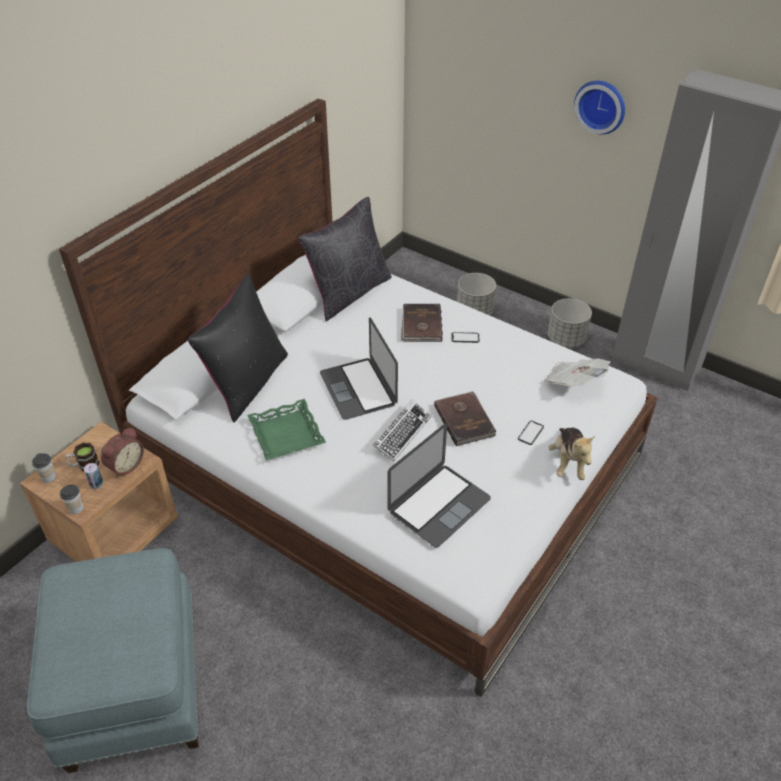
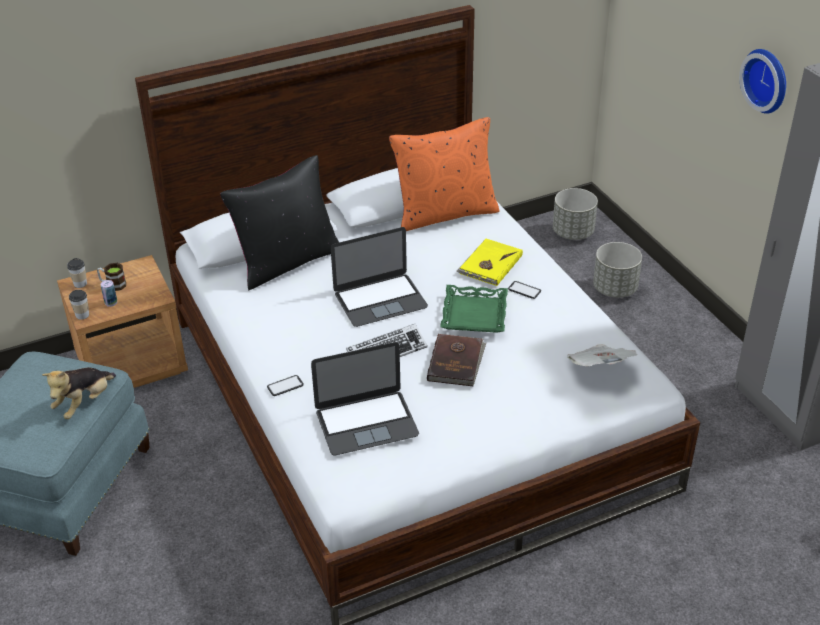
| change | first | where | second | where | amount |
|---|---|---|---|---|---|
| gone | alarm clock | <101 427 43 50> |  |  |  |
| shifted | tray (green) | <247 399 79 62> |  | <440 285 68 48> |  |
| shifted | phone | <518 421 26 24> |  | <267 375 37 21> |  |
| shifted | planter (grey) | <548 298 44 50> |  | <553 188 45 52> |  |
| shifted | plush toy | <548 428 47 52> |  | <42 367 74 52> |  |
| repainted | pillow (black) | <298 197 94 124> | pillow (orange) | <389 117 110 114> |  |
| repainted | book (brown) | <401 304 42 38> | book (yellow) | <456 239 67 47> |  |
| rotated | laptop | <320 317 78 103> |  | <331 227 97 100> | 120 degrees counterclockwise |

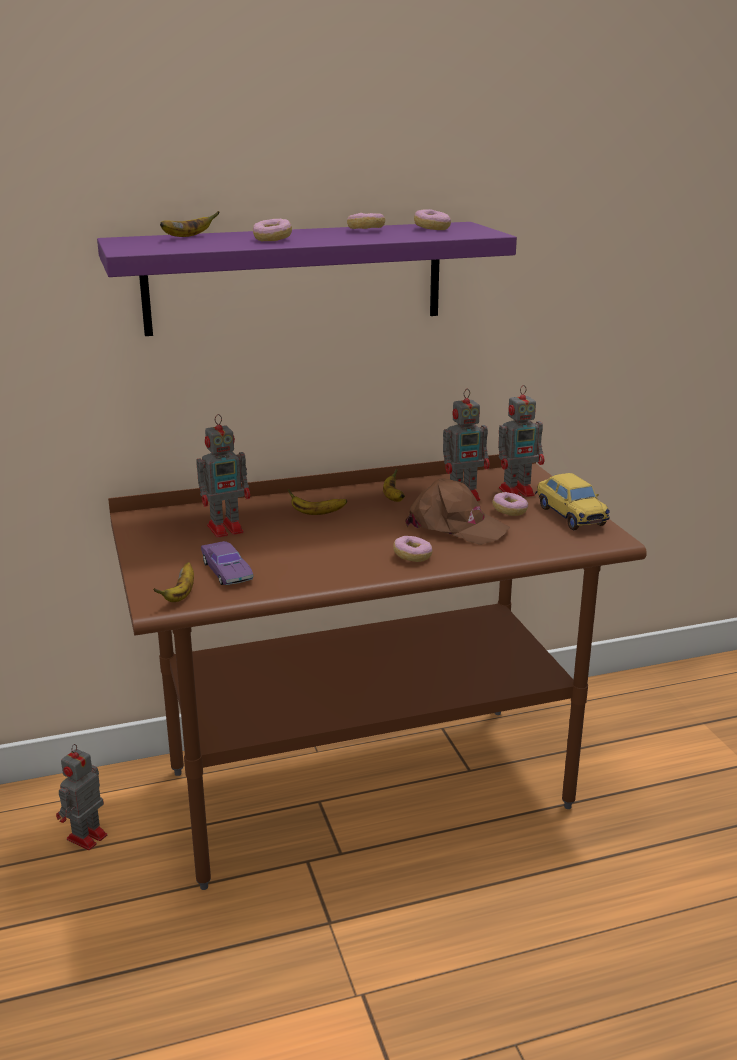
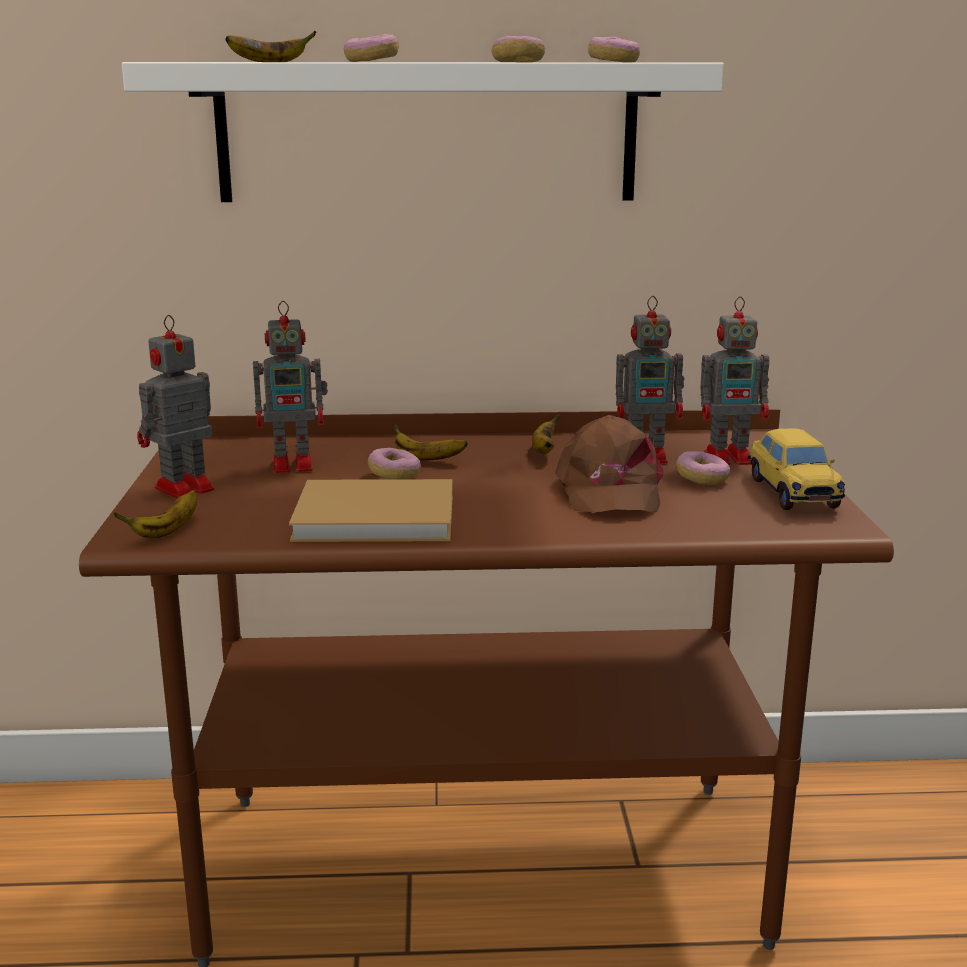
| change | first | where | second | where | amount |
|---|---|---|---|---|---|
| gone | toy car (purple) | <201 541 52 44> |  |  |  |
| new |  |  | book (beige) | <289 479 164 63> |  |
| shifted | toy robot | <56 744 51 106> |  | <137 315 77 184> |  |
| shifted | donut | <393 536 39 26> |  | <368 448 53 31> |  |
| repainted | shelf (purple) | <97 222 420 114> | shelf (white) | <122 62 602 140> |  |
| rotated | cap (brown) | <405 478 105 67> |  | <555 415 108 98> | 45 degrees clockwise |

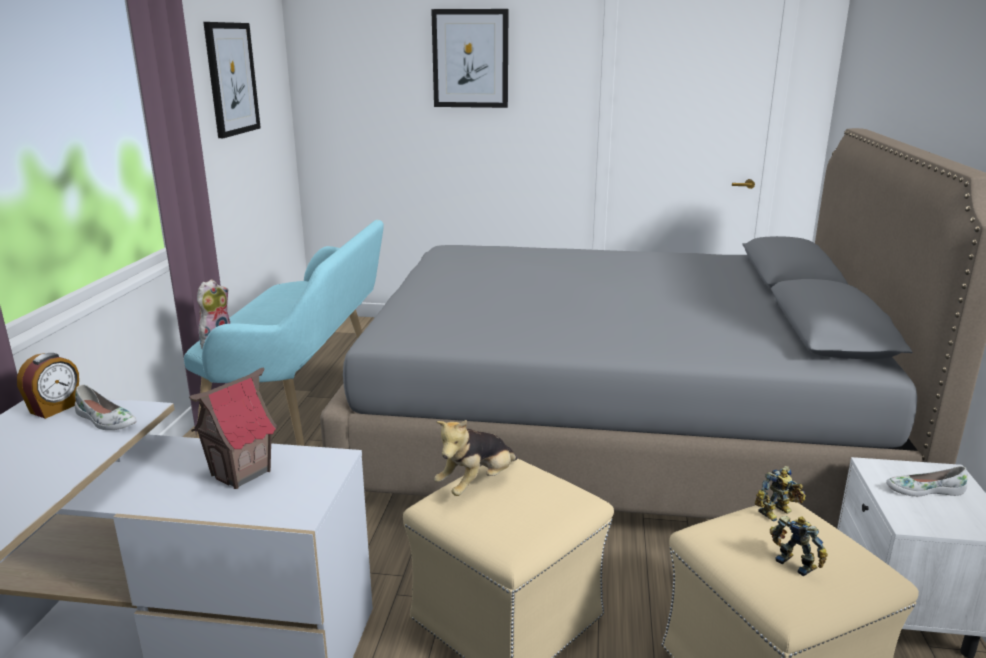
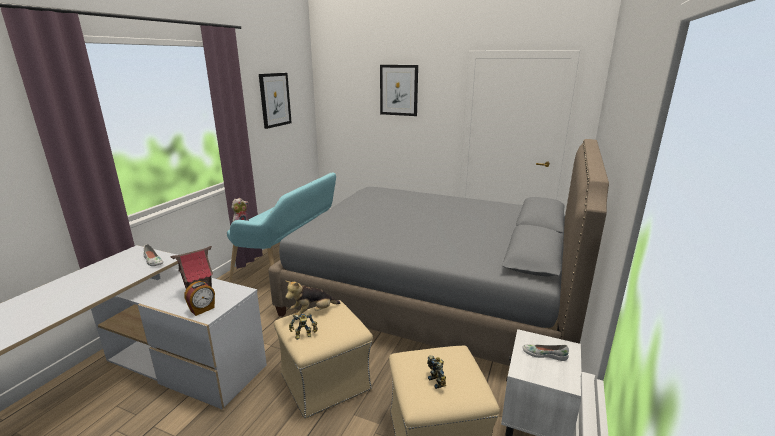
| change | first | where | second | where | amount |
|---|---|---|---|---|---|
| shifted | alarm clock | <17 353 62 66> |  | <184 281 31 35> |  |
| shifted | toy robot | <755 466 51 56> |  | <289 313 29 27> |  |

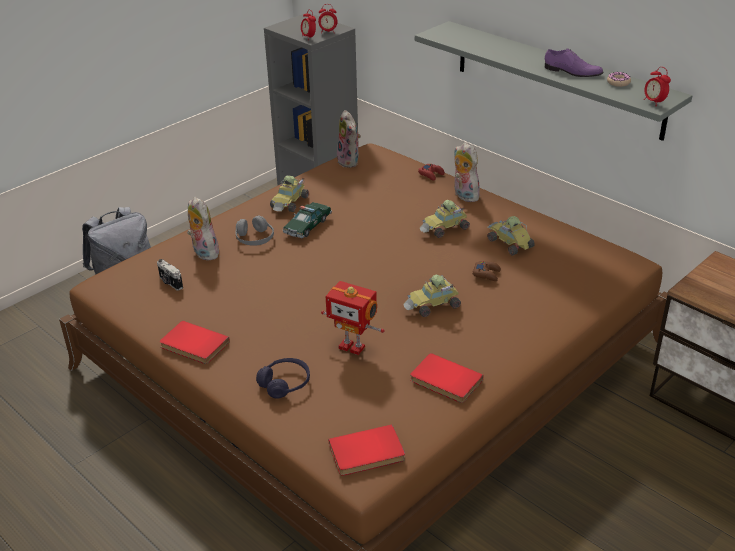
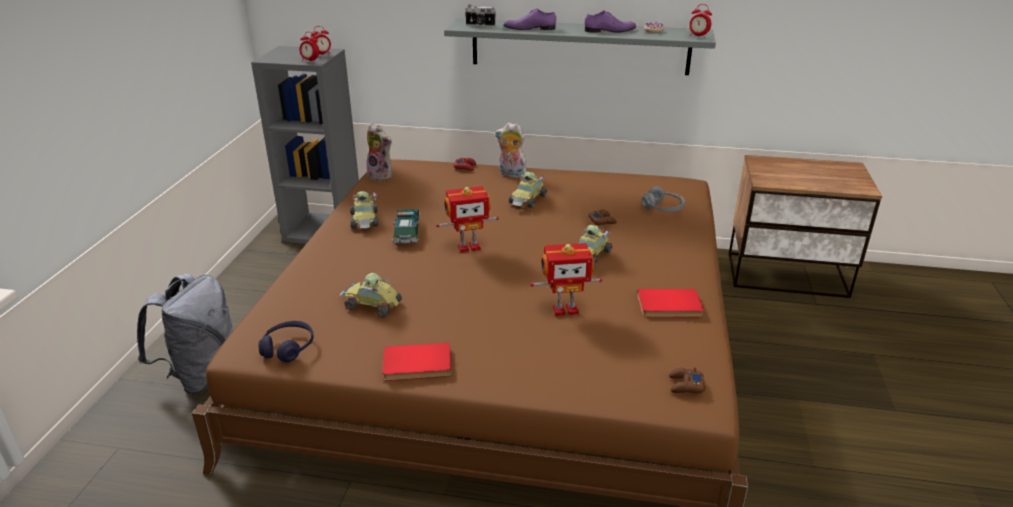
| change | first | where | second | where | amount |
|---|---|---|---|---|---|
| gone | plush toy | <187 197 32 64> |  |  |  |
| new |  |  | toy robot | <436 186 63 66> |  |
| new |  |  | shoe (purple) | <503 8 53 22> |  |
| shifted | photo camera | <157 259 26 32> |  | <465 5 31 22> |  |
| shifted | headphones (grey) | <235 215 39 31> |  | <641 187 44 25> |  |
| shifted | headphones (purple) | <256 358 54 41> |  | <259 321 55 42> |  |
| shifted | toy car | <487 216 48 40> |  | <340 273 62 45> |  |
| swapped | book (red) | <329 424 76 52> | game controller (brown) | <669 367 37 26> |  |

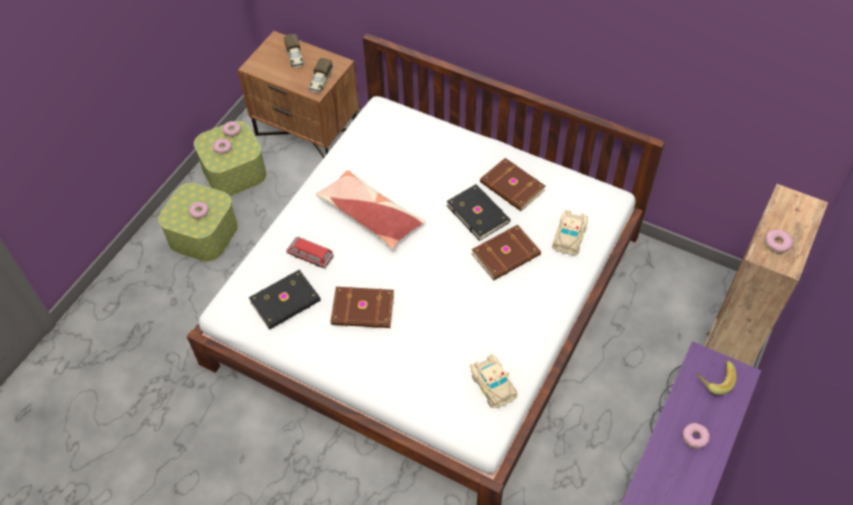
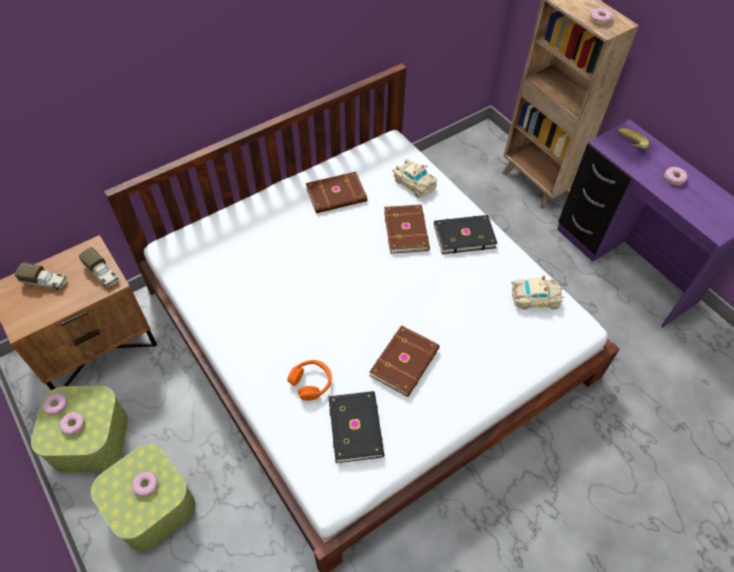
| change | first | where | second | where | amount |
|---|---|---|---|---|---|
| gone | pillow | <316 170 110 79> |  |  |  |
| shifted | book (black) | <446 184 64 57> |  | <434 215 64 39> |  |
| swapped | toy car | <286 236 48 33> | headphones (orange) | <287 360 45 41> |  |

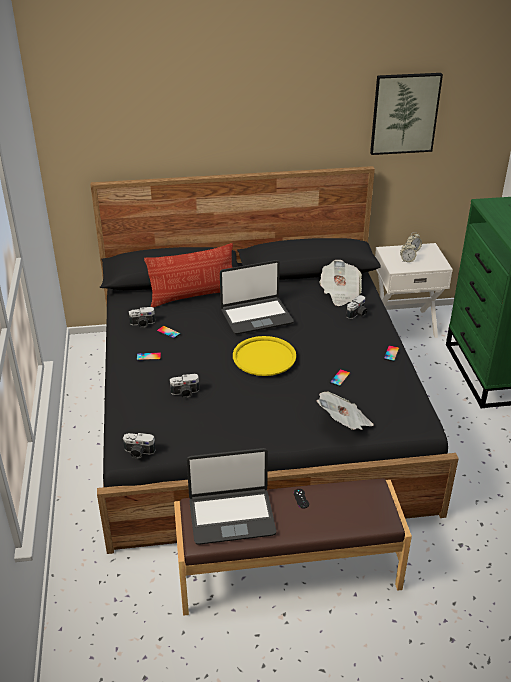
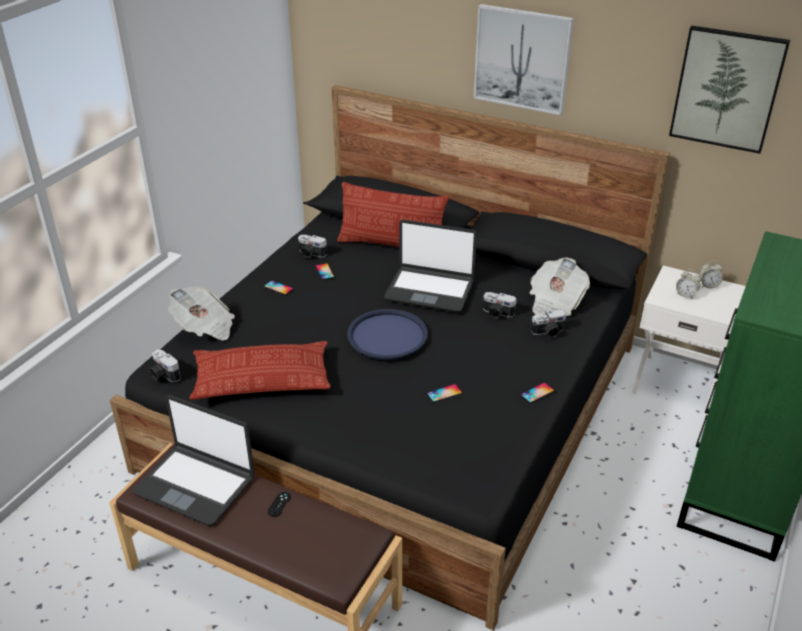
| change | first | where | second | where | amount |
|---|---|---|---|---|---|
| new |  |  | pillow | <189 341 141 59> |  |
| new |  |  | picture | <474 4 100 111> |  |
| shifted | photo camera | <170 374 29 24> |  | <483 292 34 27> |  |
| shifted | newspaper | <317 391 57 39> |  | <168 286 67 54> |  |
| repainted | tray (yellow) | <233 336 63 40> | tray (blue) | <347 309 81 50> |  |

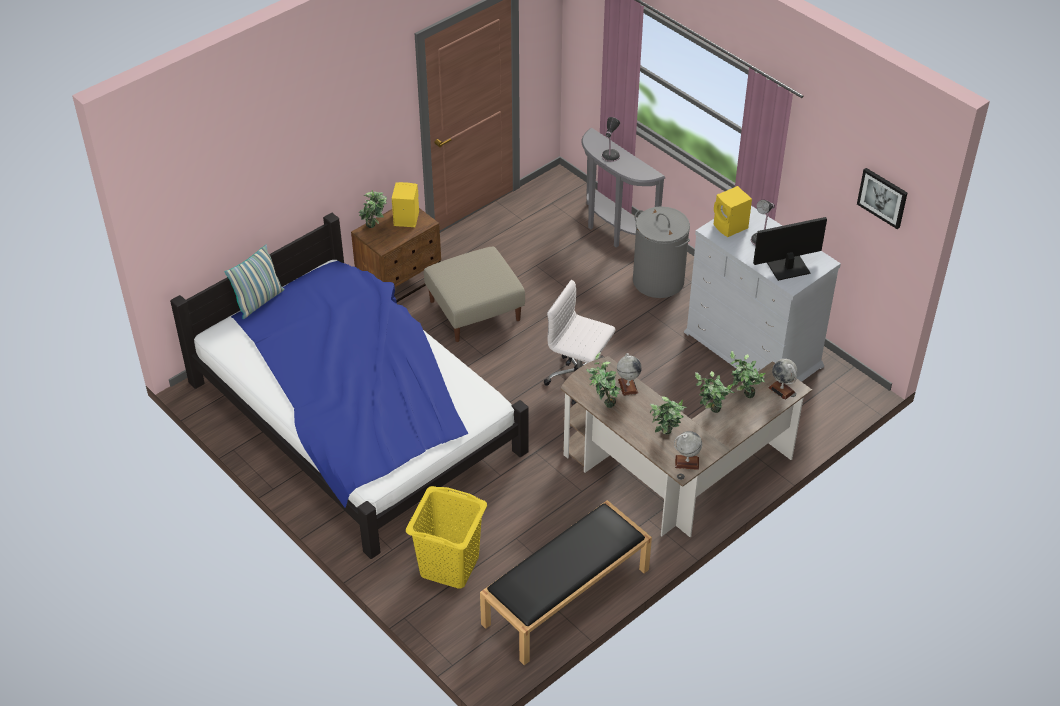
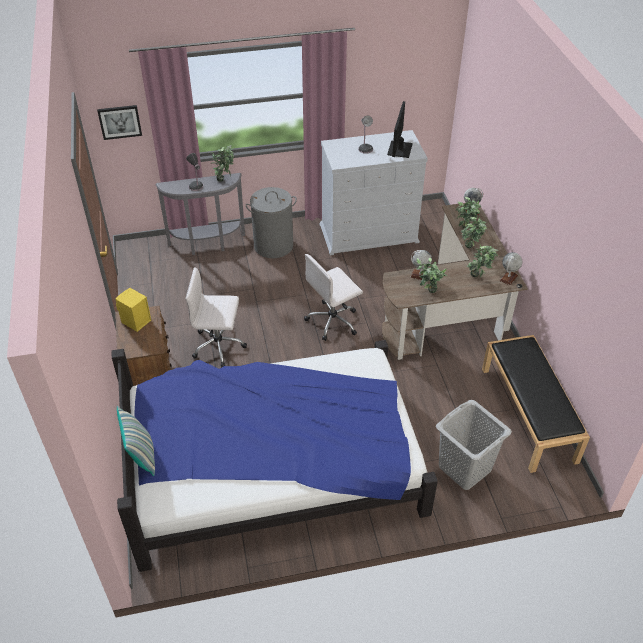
| change | first | where | second | where | amount |
|---|---|---|---|---|---|
| gone | speaker (yellow) | <714 186 38 51> |  |  |  |
| shifted | potted plant | <359 190 28 38> |  | <212 145 23 37> |  |
| shifted | picture | <857 168 50 61> |  | <97 105 45 35> |  |
| swapped | ottoman (beige) | <424 246 101 96> | office chair (white) | <186 267 61 101> |  |
| repainted | laundry basket (yellow) | <406 486 81 103> | laundry basket (grey) | <436 400 76 90> |  |

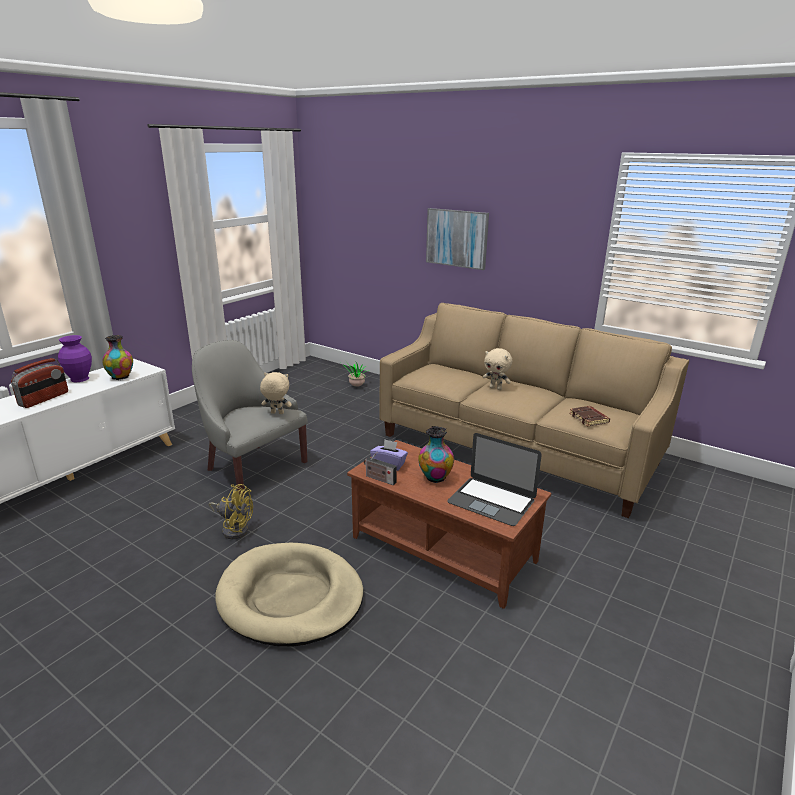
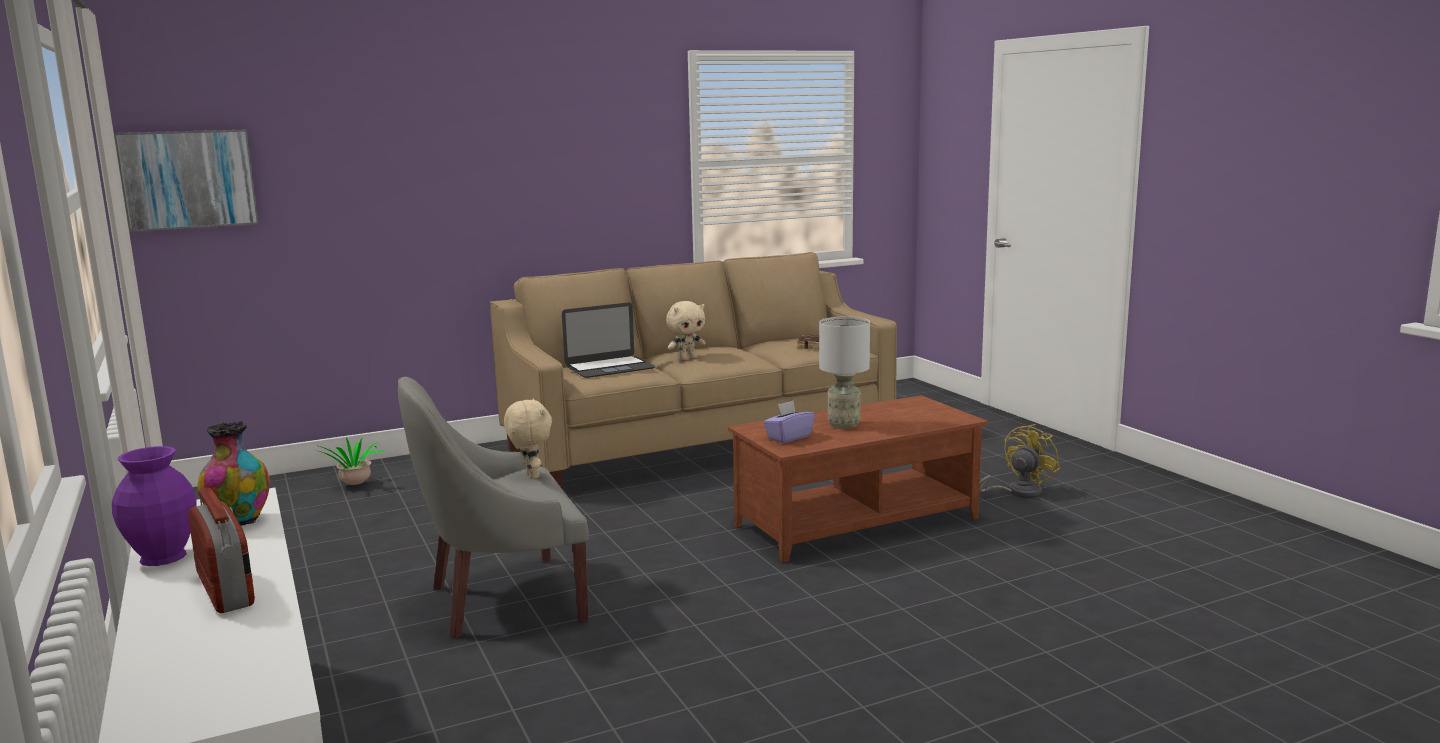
| change | first | where | second | where | amount |
|---|---|---|---|---|---|
| gone | dog bed (beige) | <215 543 148 103> |  |  |  |
| gone | radio | <364 452 33 33> |  |  |  |
| shifted | fan (yellow) | <209 484 44 55> |  | <980 424 80 74> |  |
| shifted | picture | <426 208 63 62> |  | <114 130 145 102> |  |
| shifted | laptop | <447 433 95 93> |  | <562 302 94 76> |  |
| swapped | vase | <418 426 36 57> | table lamp (grey) | <819 317 51 112> |  |
| rotated | plush toy (beige) | <260 372 32 42> |  | <504 399 48 80> | 120 degrees clockwise |

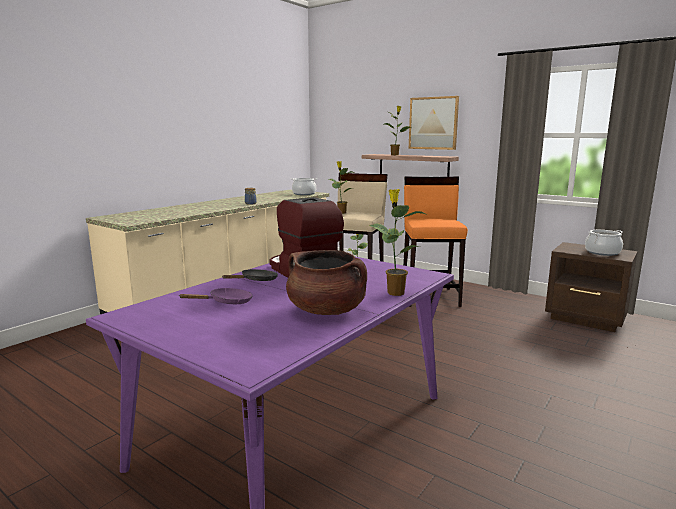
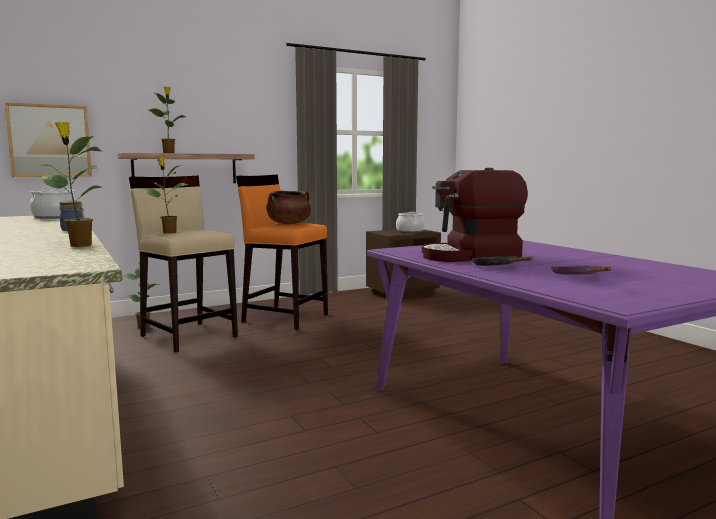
| change | first | where | second | where | amount |
|---|---|---|---|---|---|
| shifted | cooking pot (brown) | <286 250 81 65> |  | <266 190 45 34> |  |
| shifted | potted plant | <369 189 56 107> |  | <39 121 62 126> |  |
| shifted | picture | <409 96 50 54> |  | <5 102 87 75> |  |

